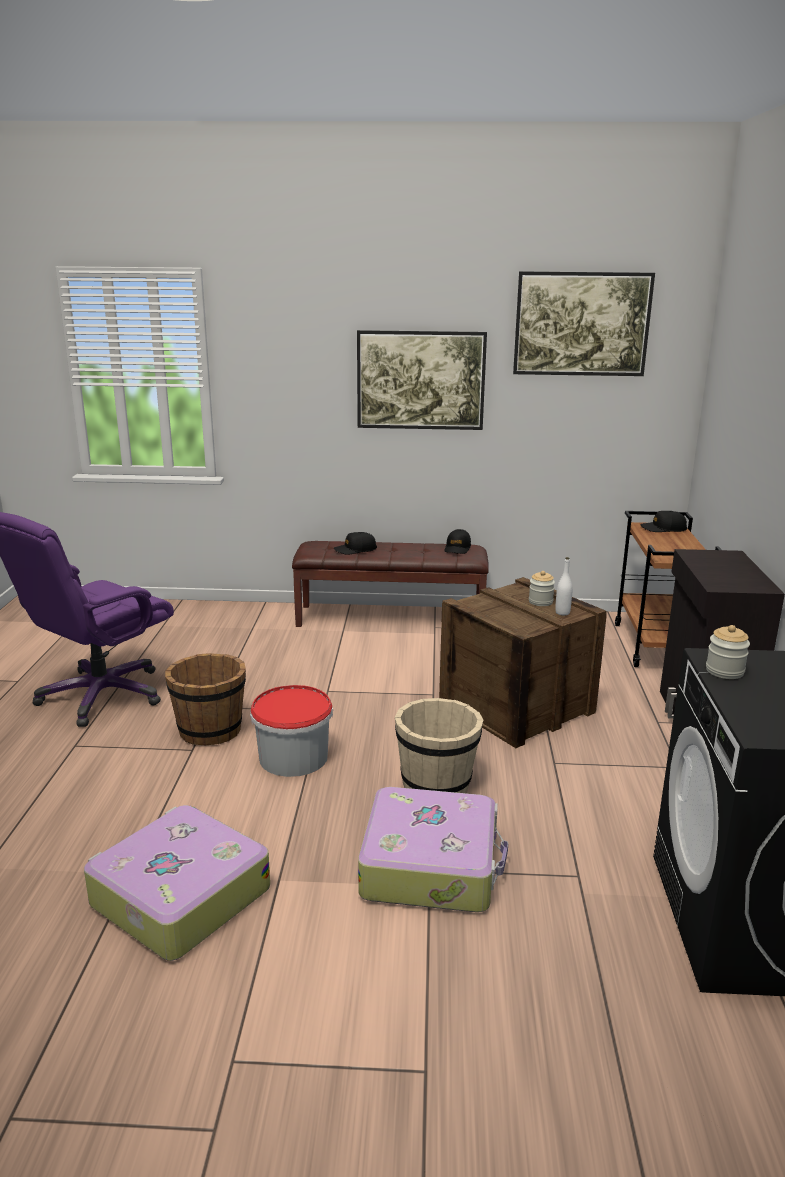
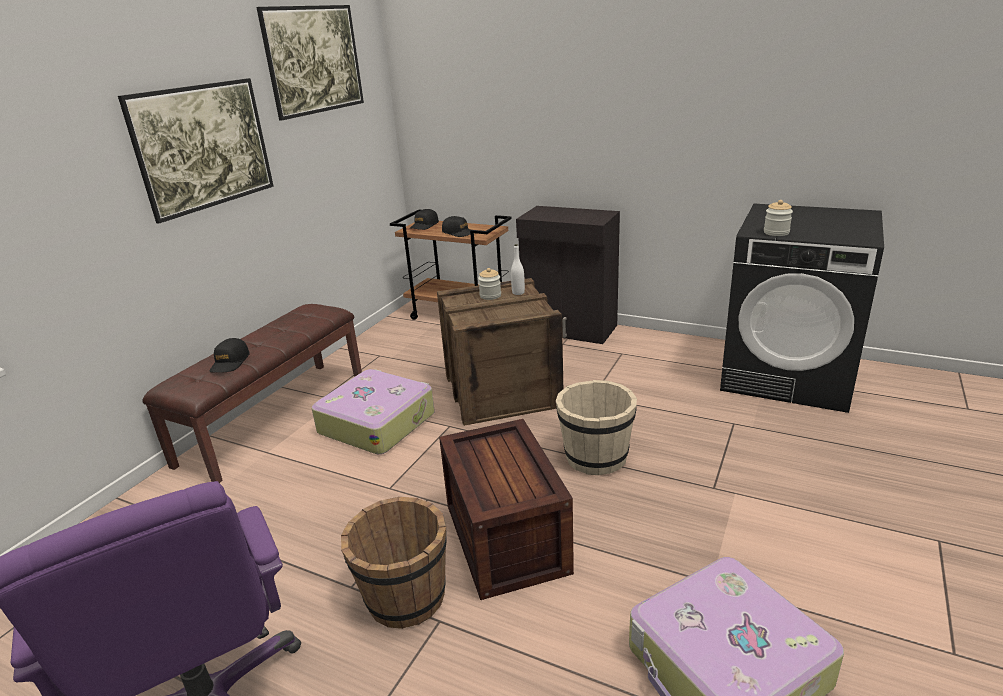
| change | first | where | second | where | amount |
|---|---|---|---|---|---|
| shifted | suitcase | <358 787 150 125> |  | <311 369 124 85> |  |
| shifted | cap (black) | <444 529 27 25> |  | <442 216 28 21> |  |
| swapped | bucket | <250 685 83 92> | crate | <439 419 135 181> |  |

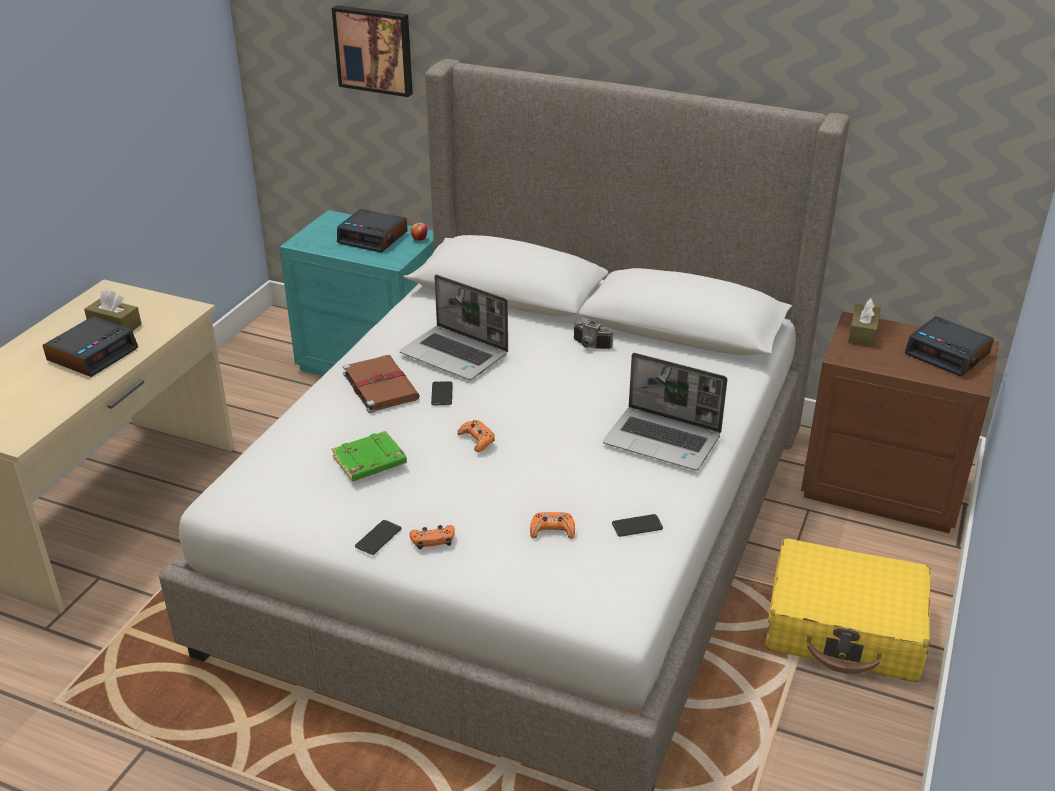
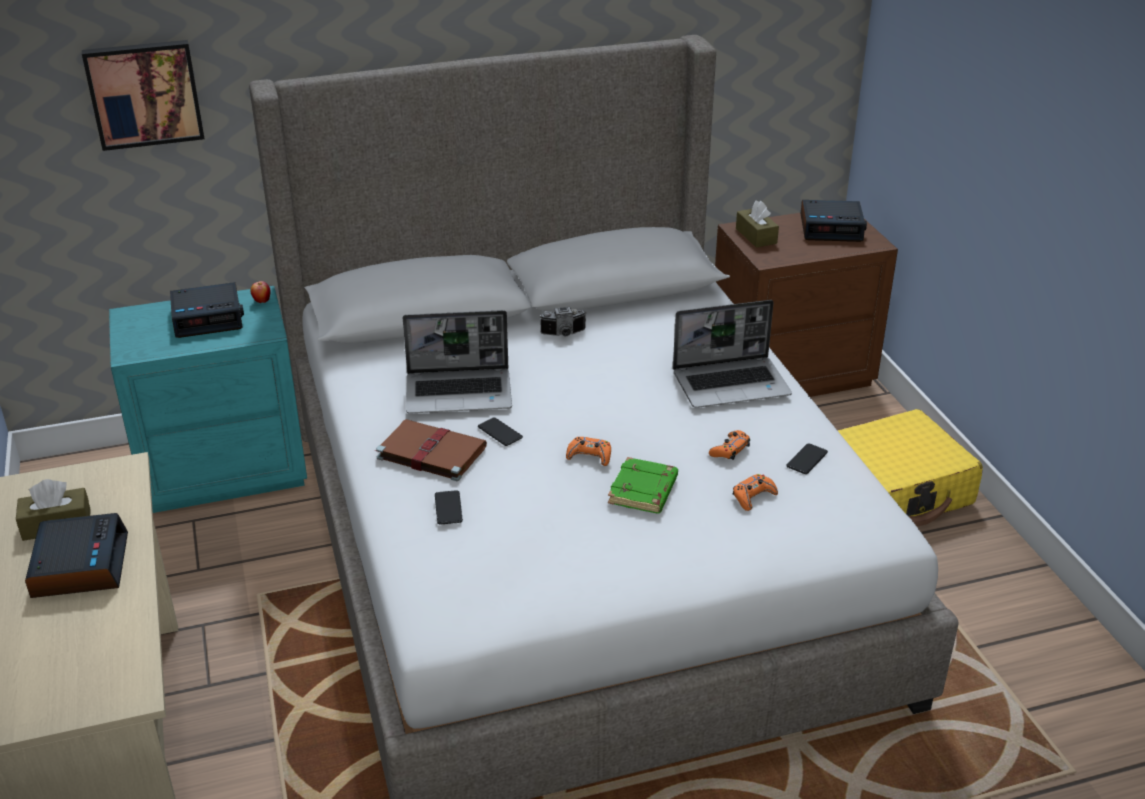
| change | first | where | second | where | amount |
|---|---|---|---|---|---|
| shifted | book (green) | <332 431 75 50> |  | <608 457 70 56> |  |
| shifted | phone | <355 520 47 35> |  | <435 491 28 33> |  |
| shifted | game controller (orange) | <410 525 45 24> |  | <709 430 41 30> |  |

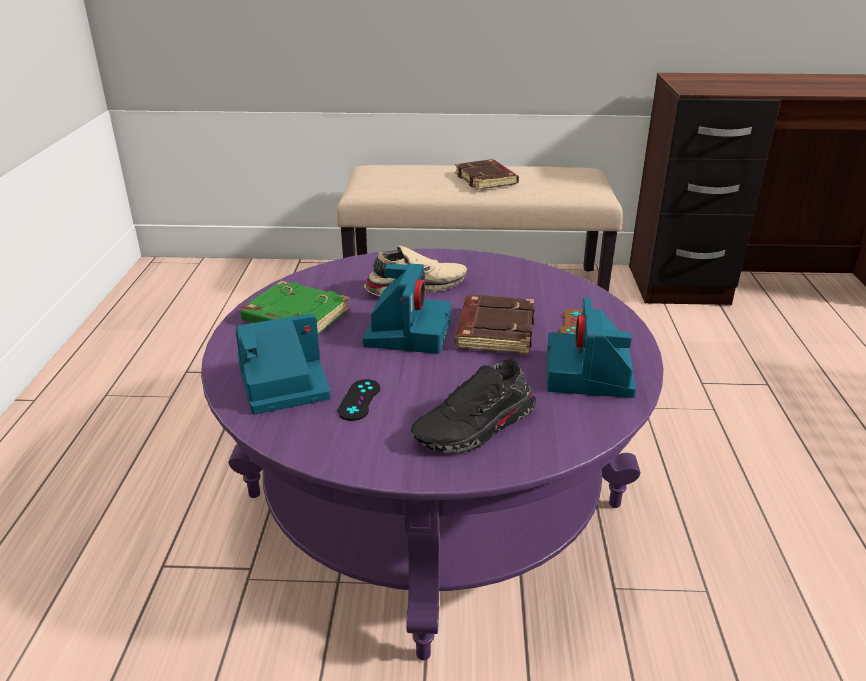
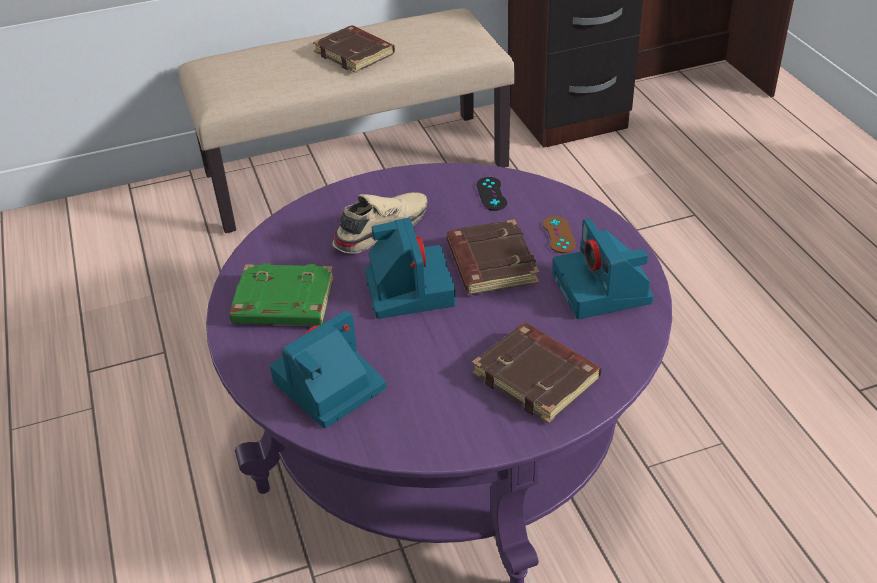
| change | first | where | second | where | amount |
|---|---|---|---|---|---|
| shifted | game controller (black) | <337 379 43 42> |  | <477 177 30 34> |  |
| swapped | shoe (black) | <411 359 125 94> | book (brown) | <472 323 130 101> |  |

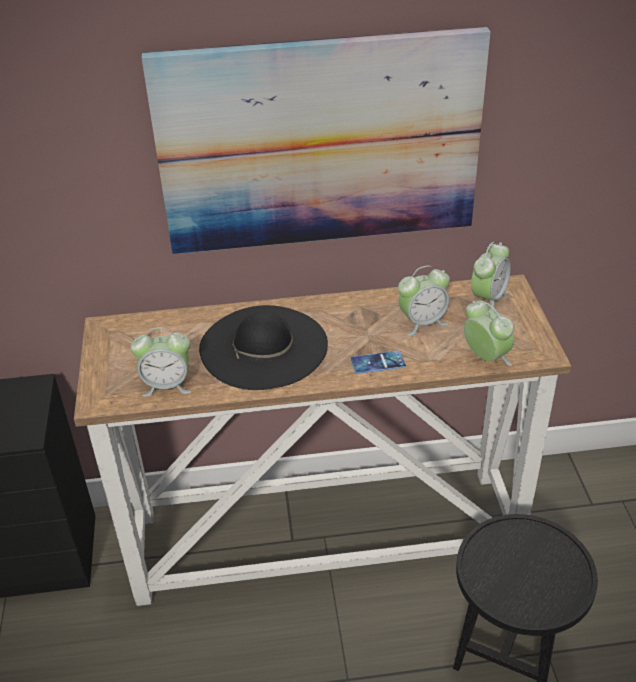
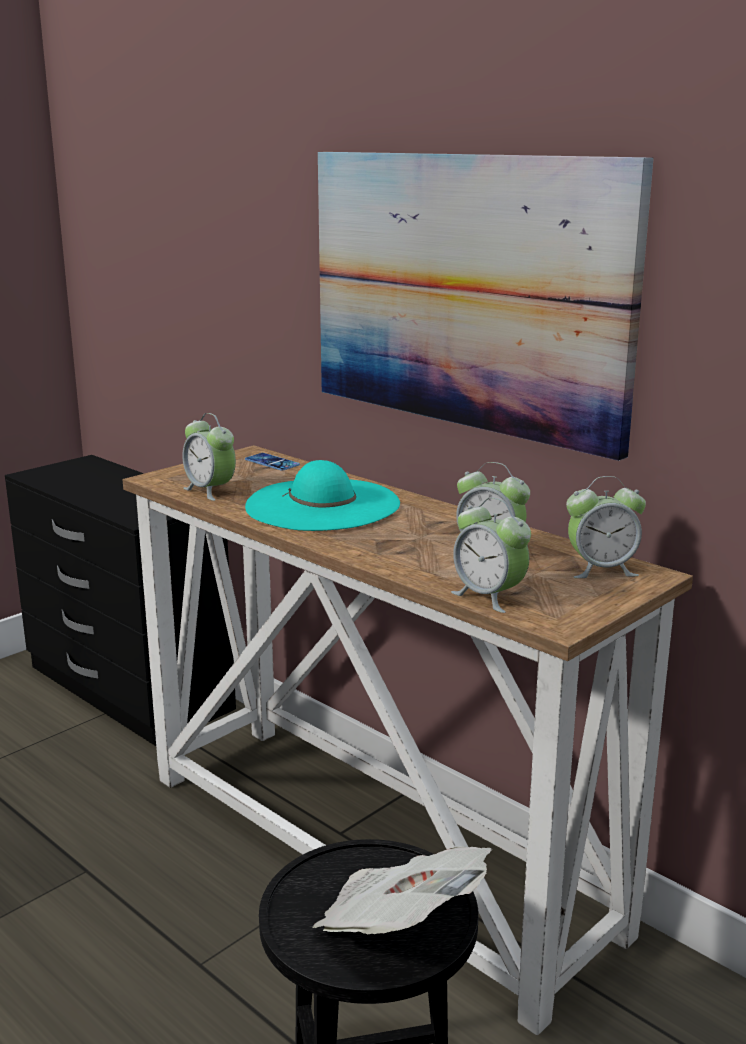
| change | first | where | second | where | amount |
|---|---|---|---|---|---|
| new |  |  | newspaper | <312 846 180 88> |  |
| shifted | phone | <350 350 56 24> |  | <245 453 55 18> |  |
| repainted | hat (black) | <199 305 129 85> | hat (turquoise) | <245 460 155 71> |  |
| rotated | alarm clock | <464 301 50 65> |  | <451 498 80 115> | 120 degrees clockwise |

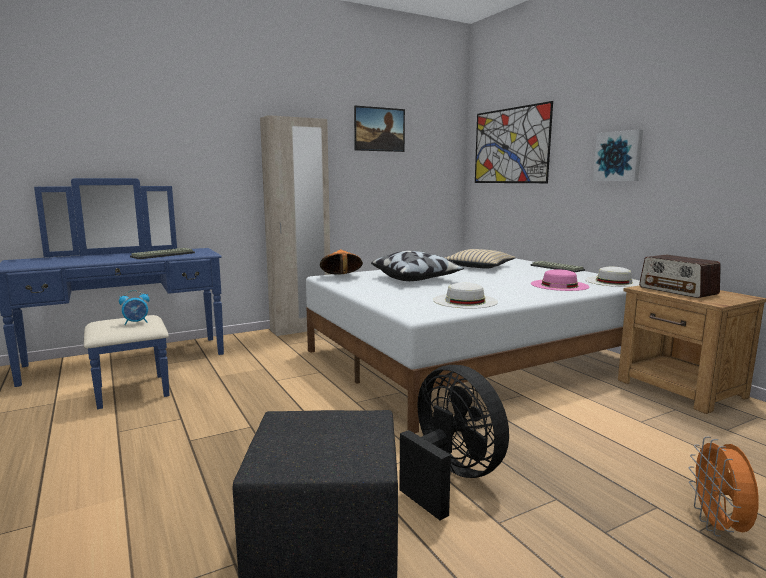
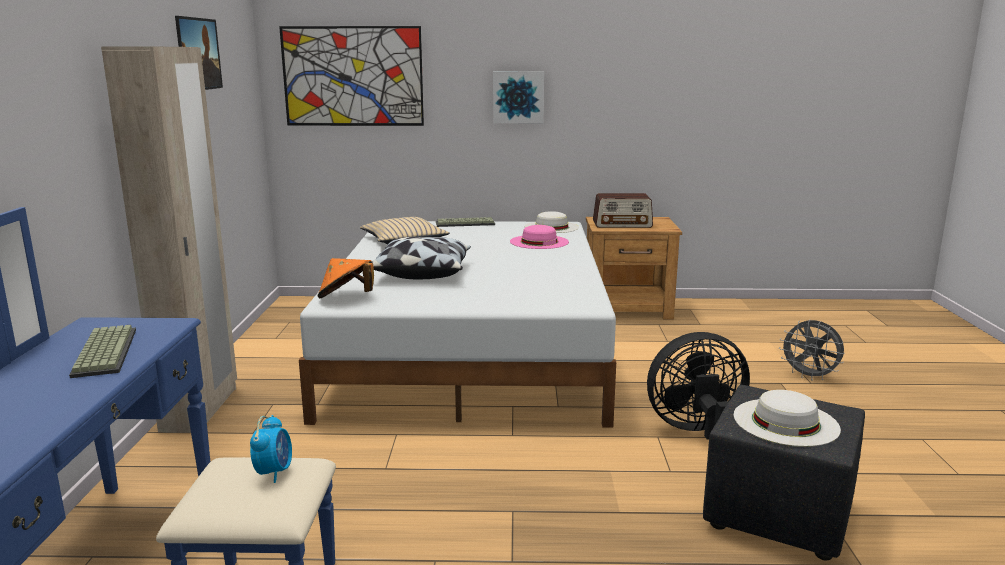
| change | first | where | second | where | amount |
|---|---|---|---|---|---|
| shifted | hat (white) | <433 283 65 26> |  | <734 390 107 57> |  |
| repainted | fan (orange) | <688 437 70 100> | fan (grey) | <779 320 66 61> |  |

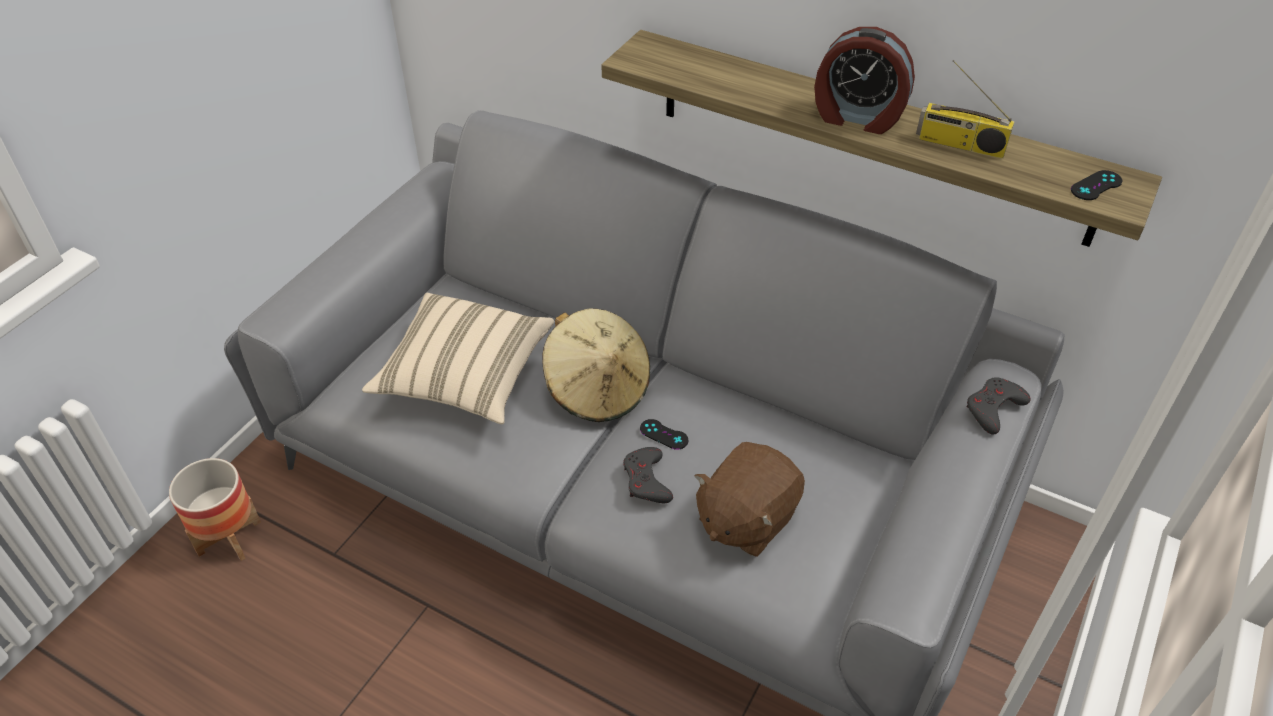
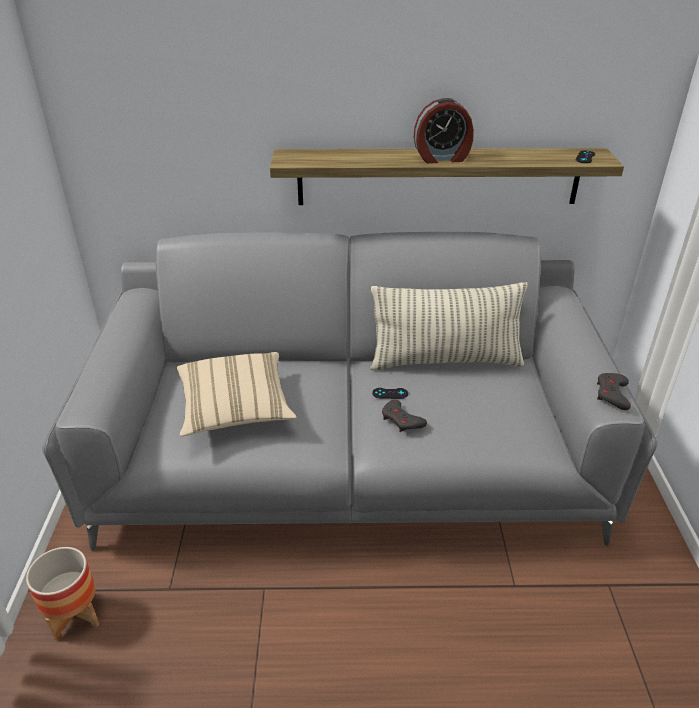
| change | first | where | second | where | amount |
|---|---|---|---|---|---|
| gone | hat (beige) | <542 308 108 114> |  |  |  |
| gone | plush toy (brown) | <694 442 111 115> |  |  |  |
| gone | radio | <916 60 98 99> |  |  |  |
| new |  |  | pillow | <370 282 158 88> |  |
| shifted | game controller (grey) | <967 377 64 58> |  | <597 373 34 37> |  |

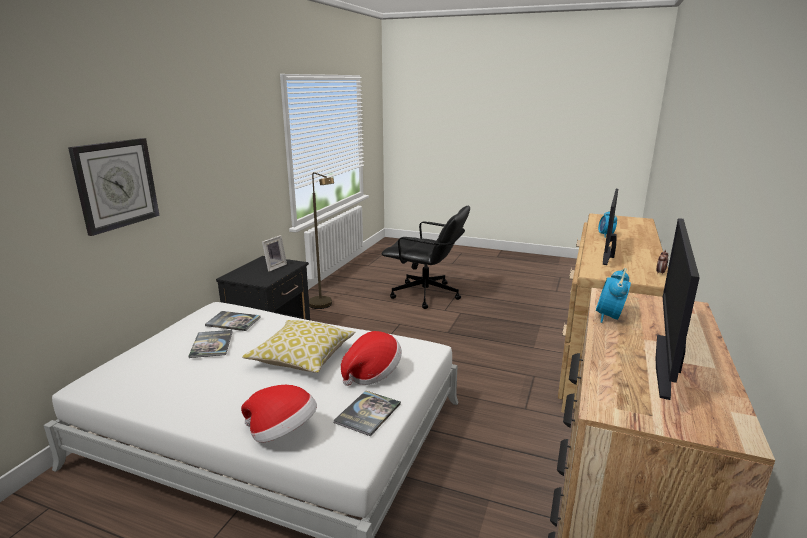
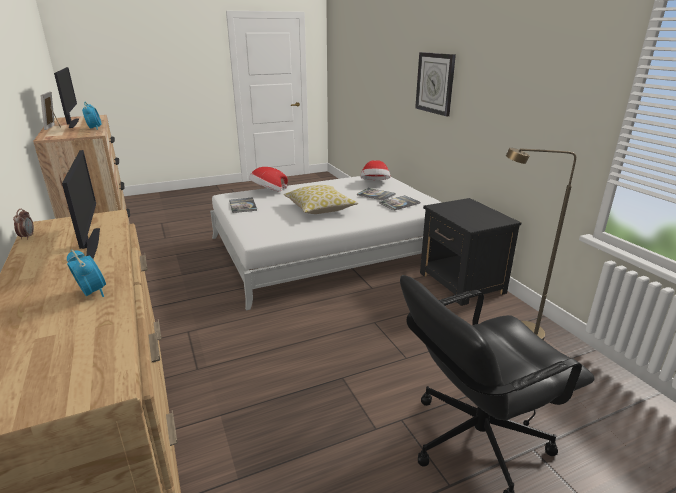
| change | first | where | second | where | amount |
|---|---|---|---|---|---|
| shifted | picture frame | <262 235 25 37> |  | <40 92 21 38> |  |
| shifted | hat | <341 331 61 55> |  | <361 160 29 20> |  |

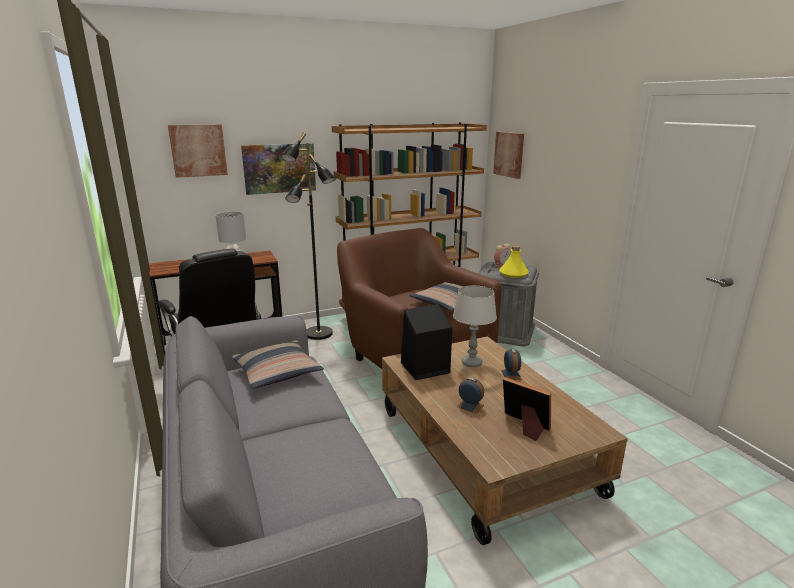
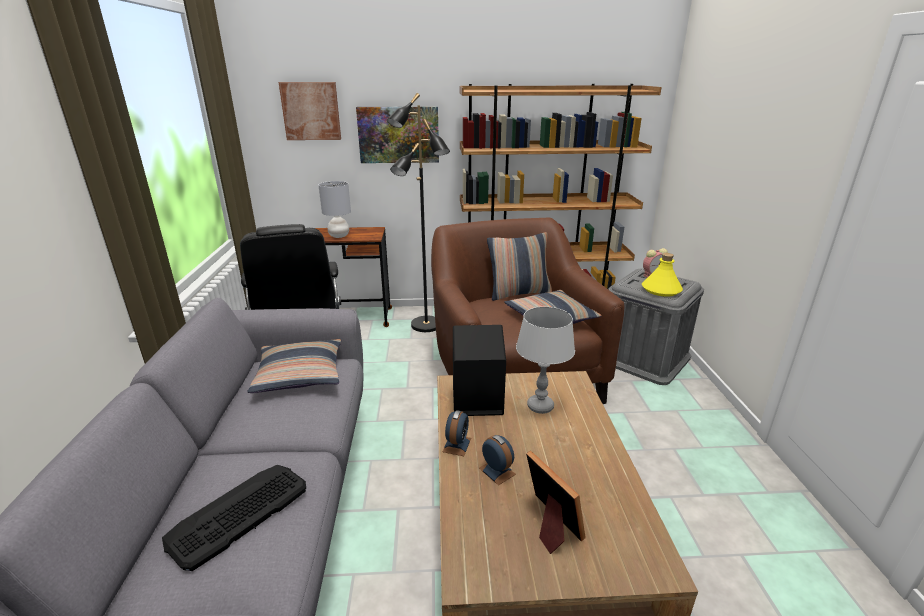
| change | first | where | second | where | amount |
|---|---|---|---|---|---|
| gone | picture | <493 132 31 47> |  |  |  |
| new |  |  | keyboard | <162 465 144 106> |  |
| new |  |  | pillow | <487 232 65 69> |  |
| shifted | alarm clock | <501 348 21 32> |  | <443 410 28 46> |  |

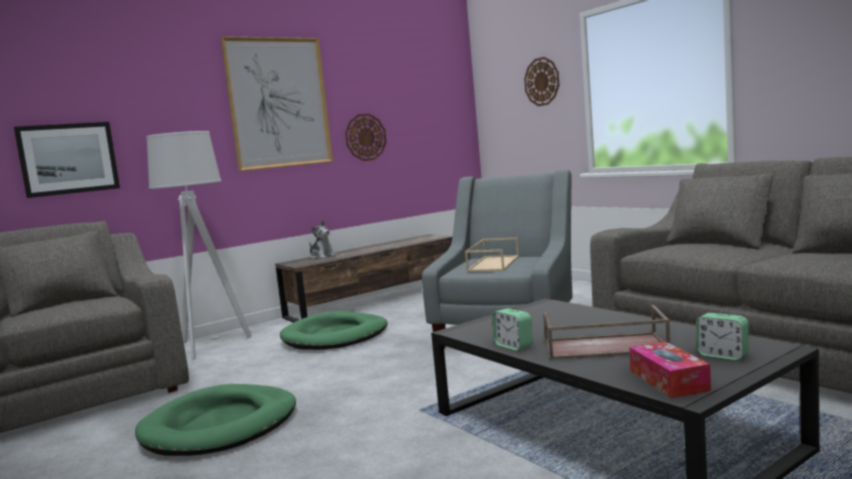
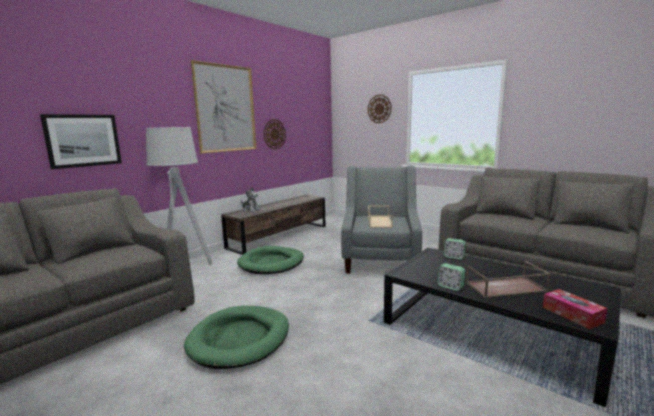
| change | first | where | second | where | amount |
|---|---|---|---|---|---|
| shifted | alarm clock | <696 313 53 47> |  | <443 238 23 21> |  |

